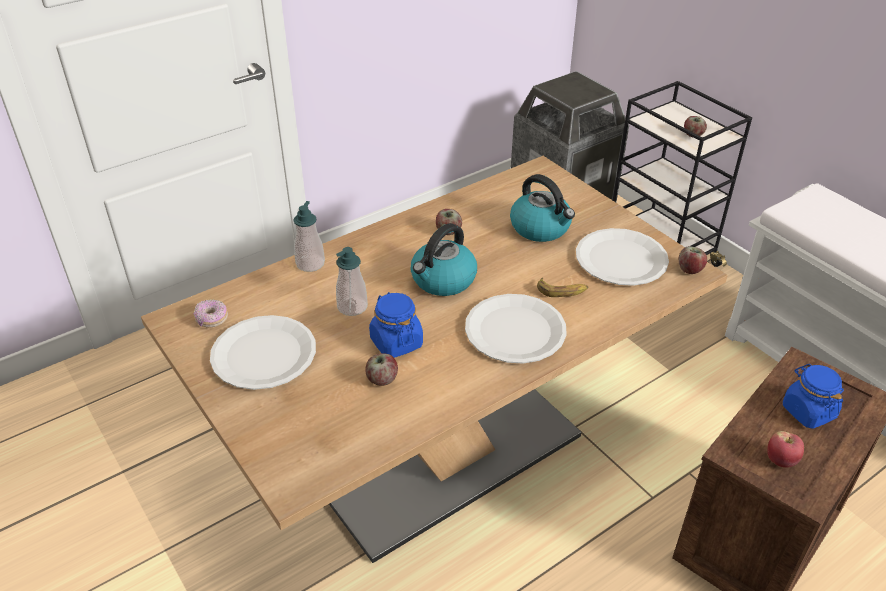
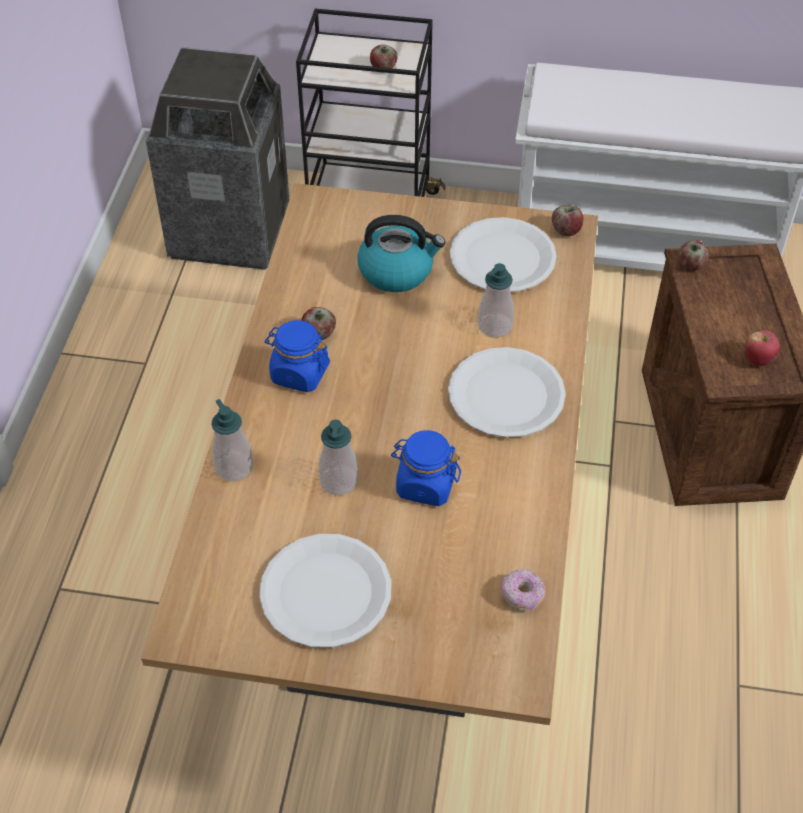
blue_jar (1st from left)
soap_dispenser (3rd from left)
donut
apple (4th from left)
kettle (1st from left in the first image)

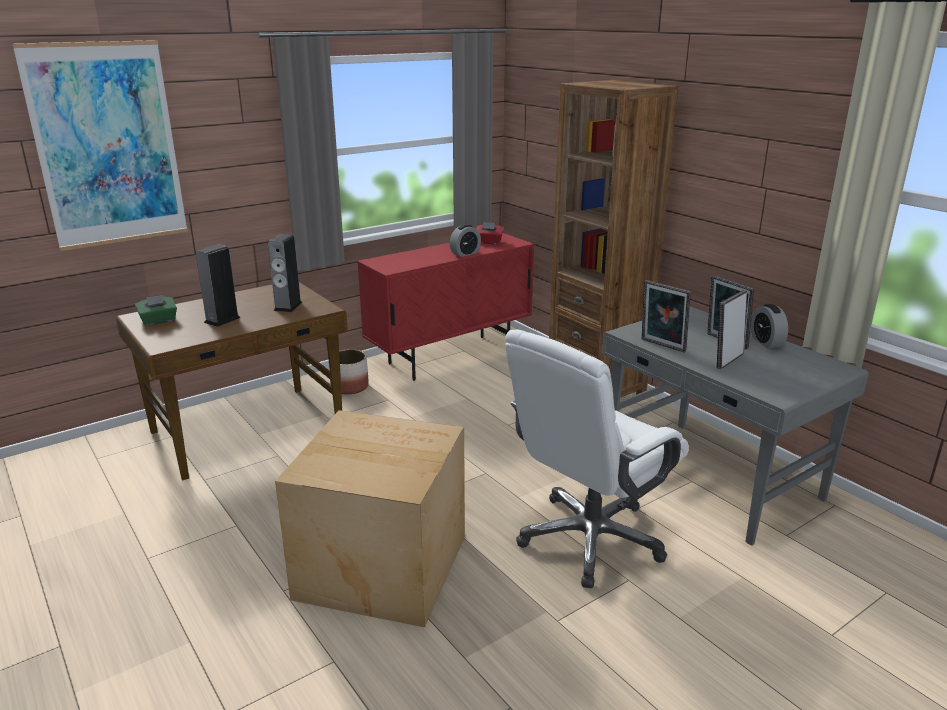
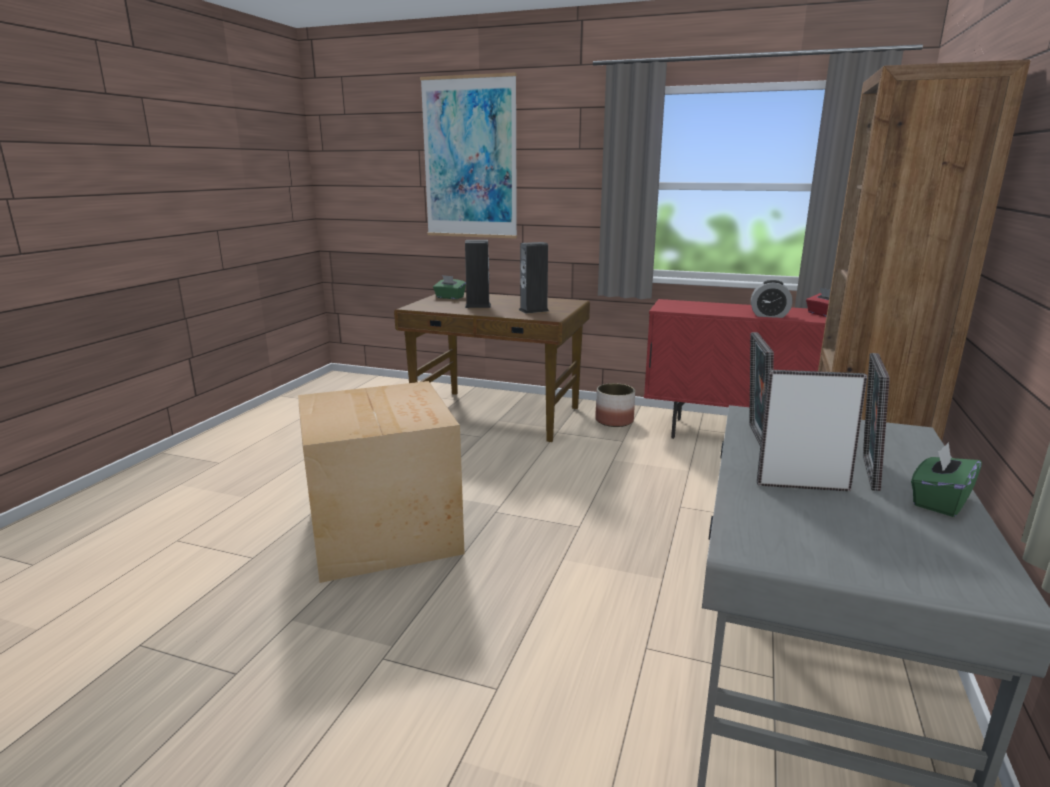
green_tissue_box (2nd from left)
white_office_chair

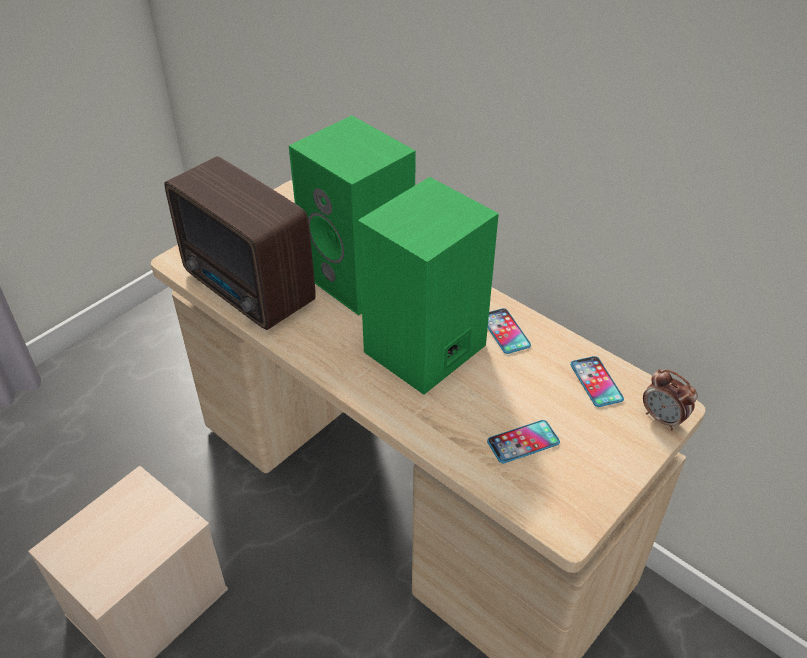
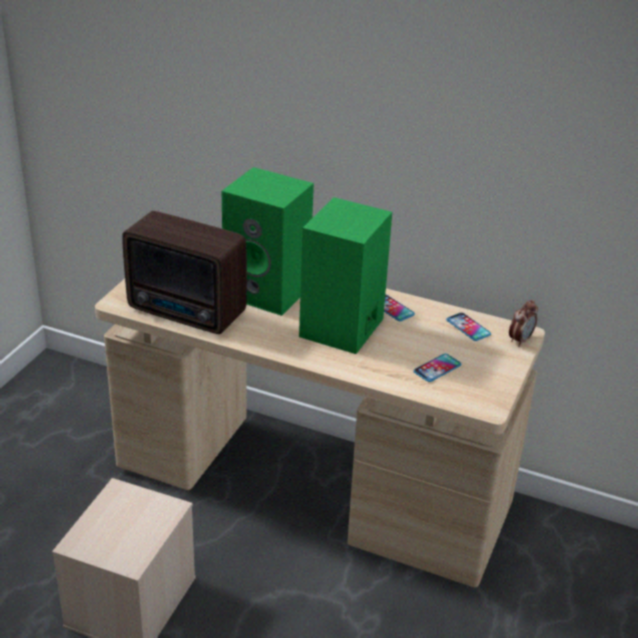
alarm_clock

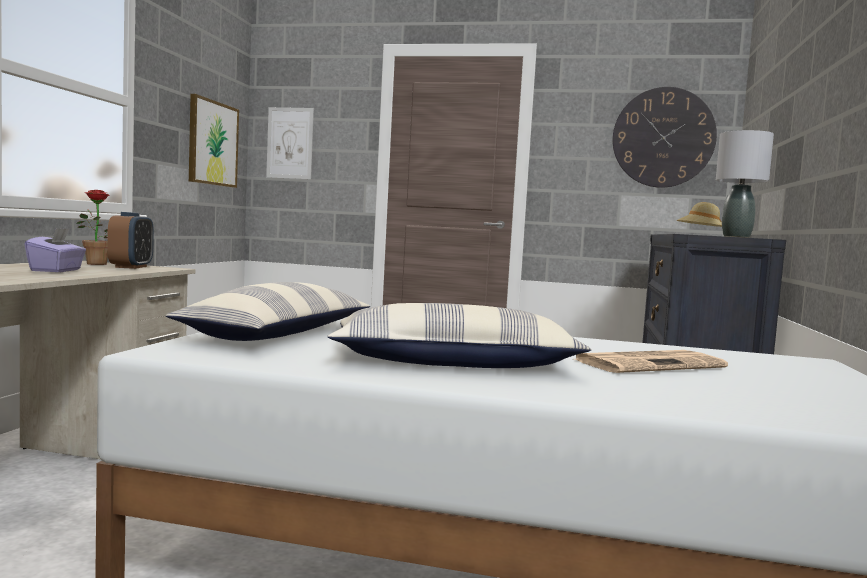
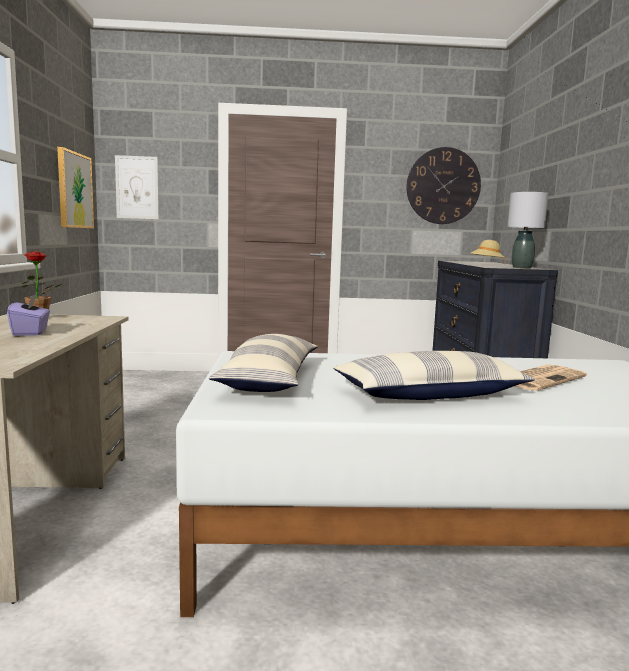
alarm_clock

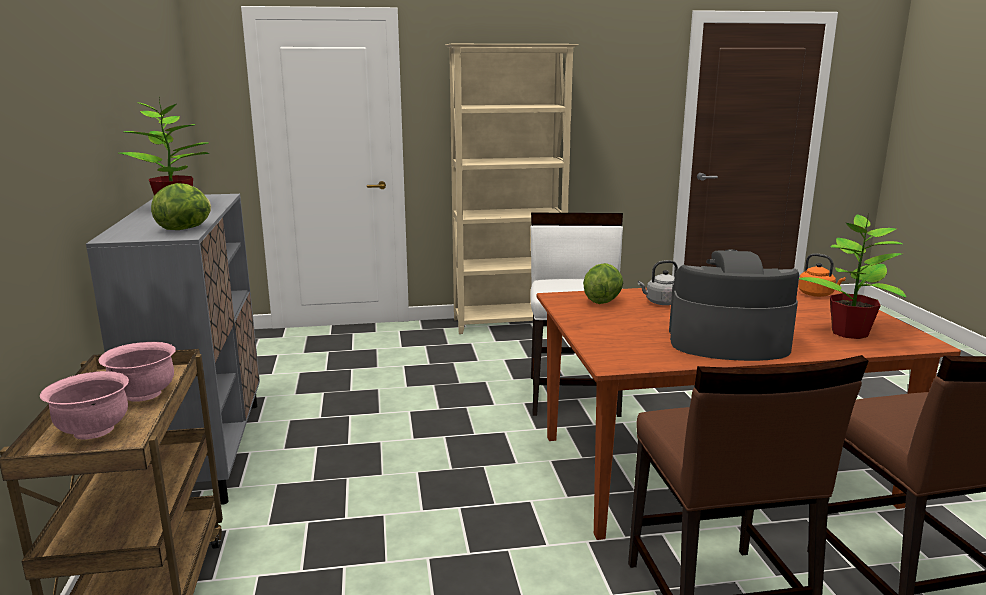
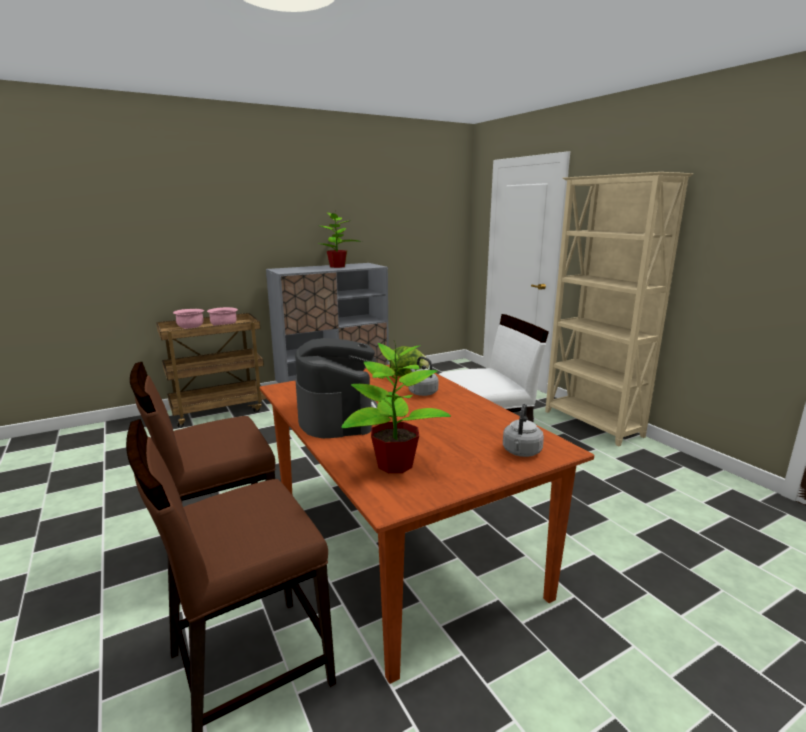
grey_kettle (2nd from left)
lettuce (1st from left in the first image)

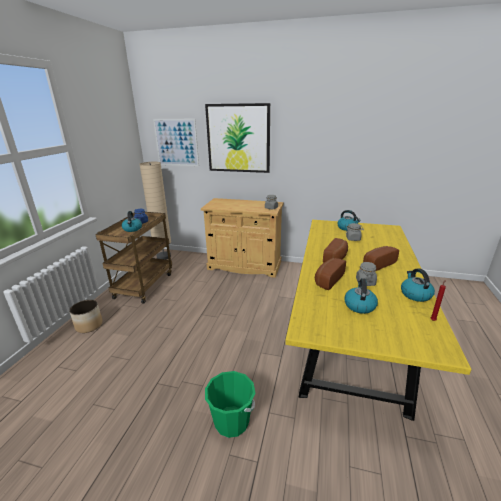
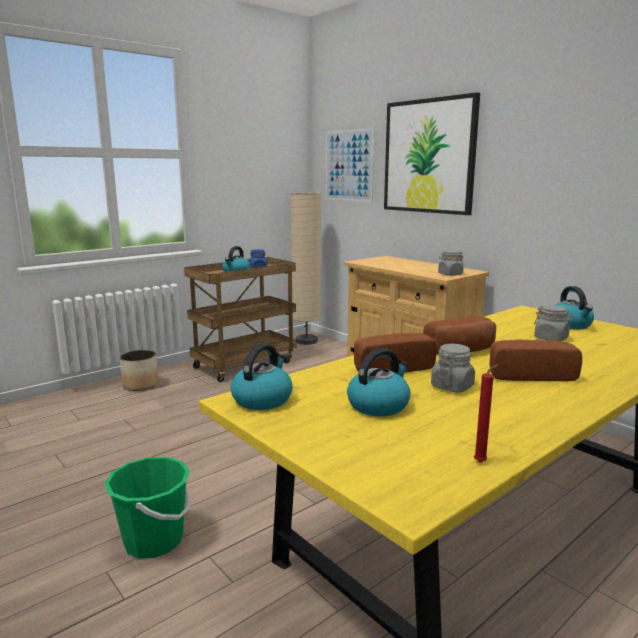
kettle (2nd from left)

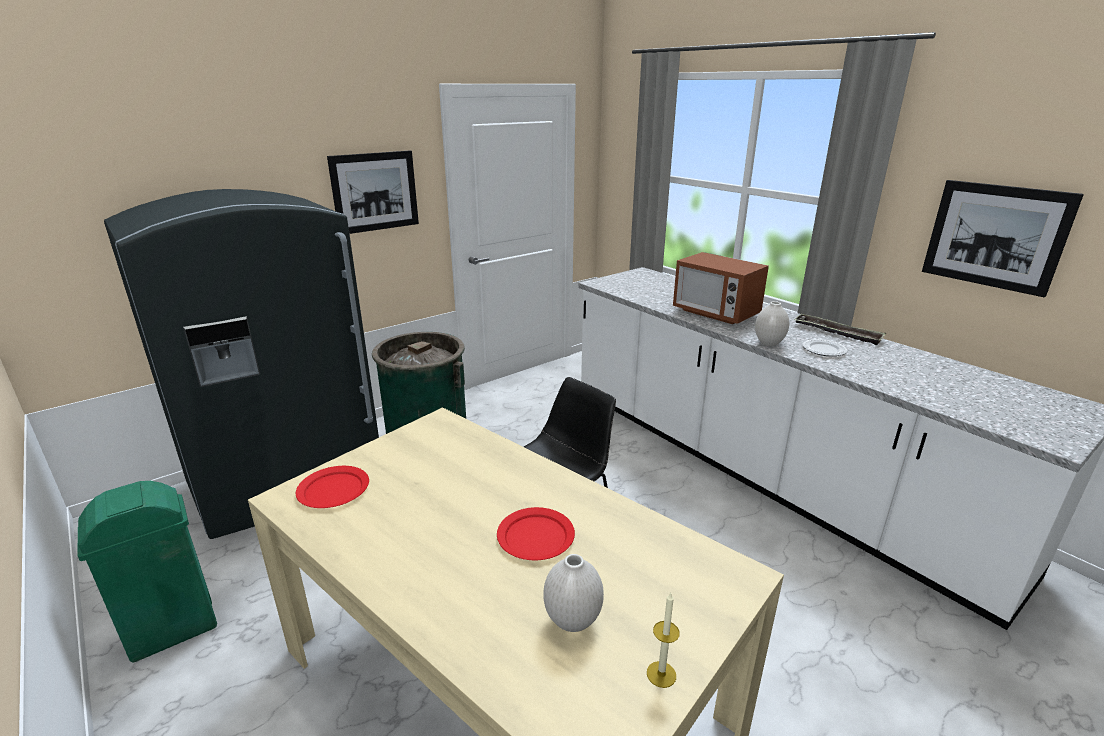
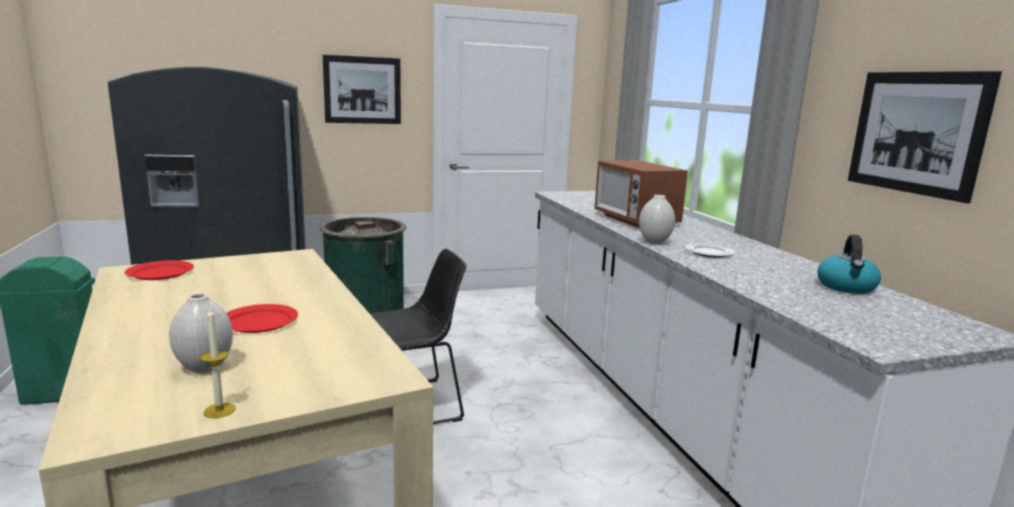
kettle
tray

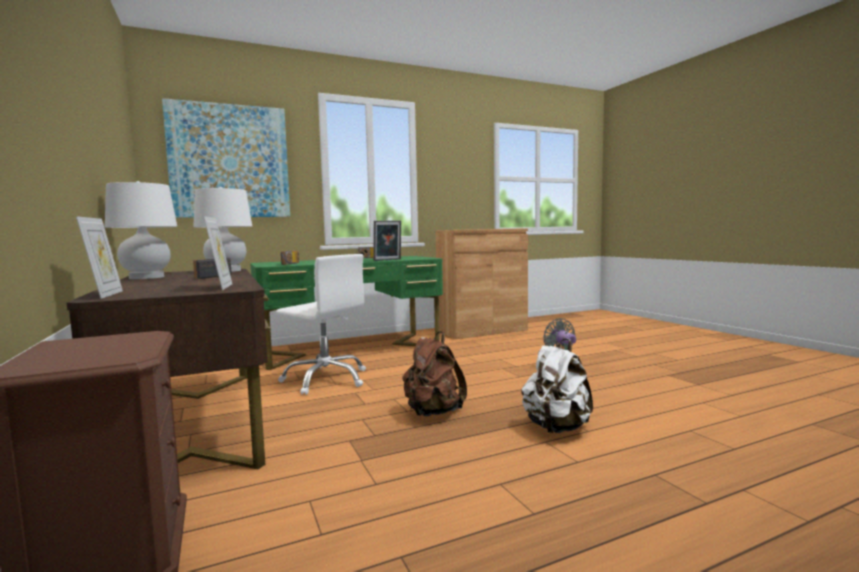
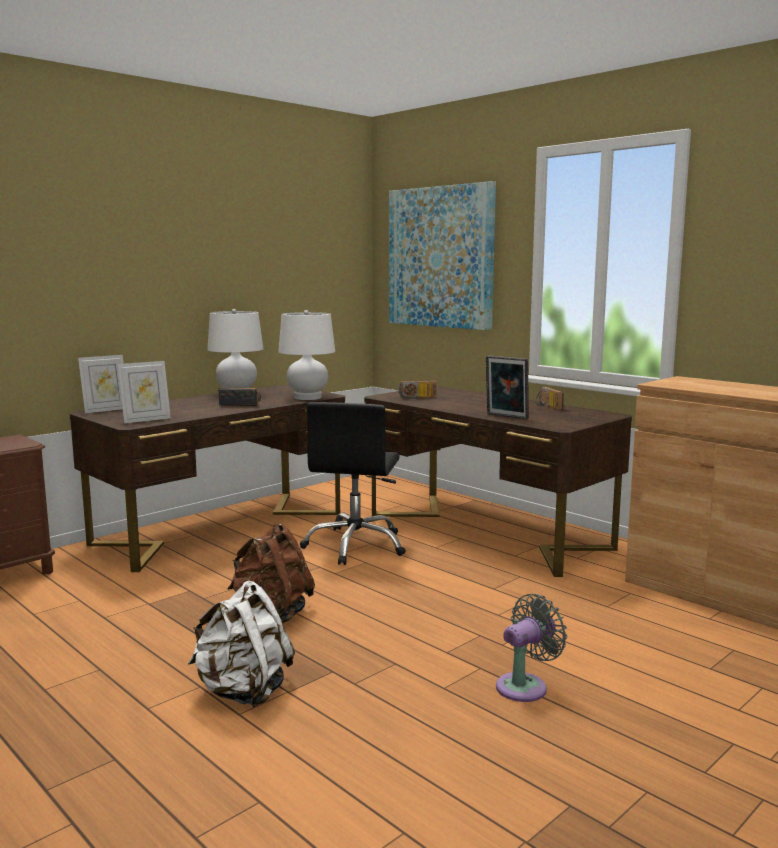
black_office_chair
brown_desk (2nd from left)

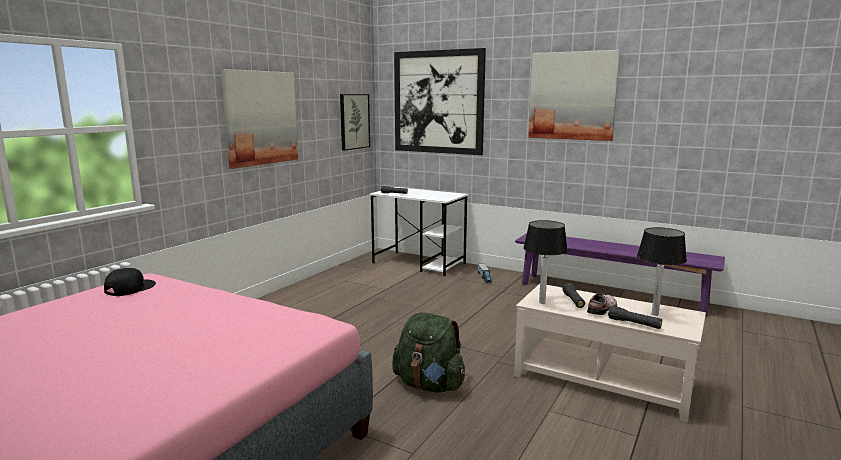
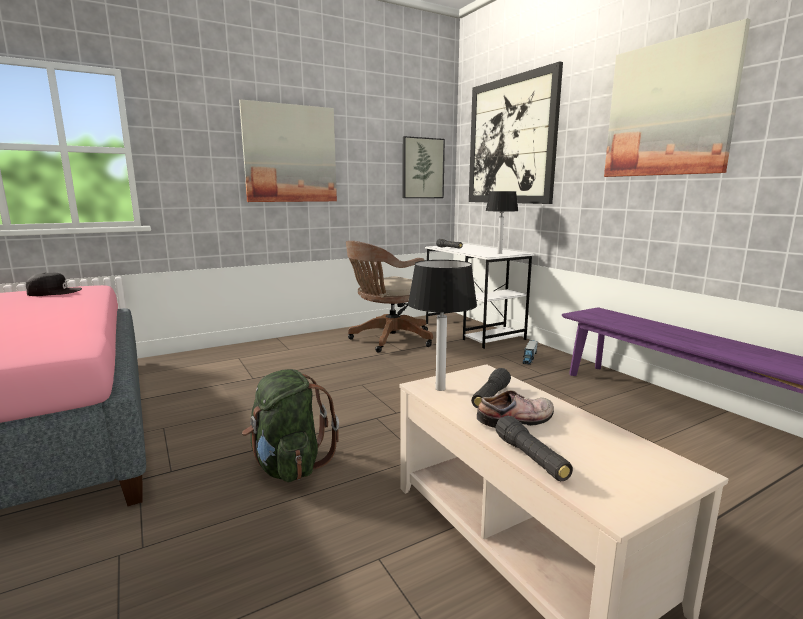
brown_office_chair
table_lamp (2nd from left)

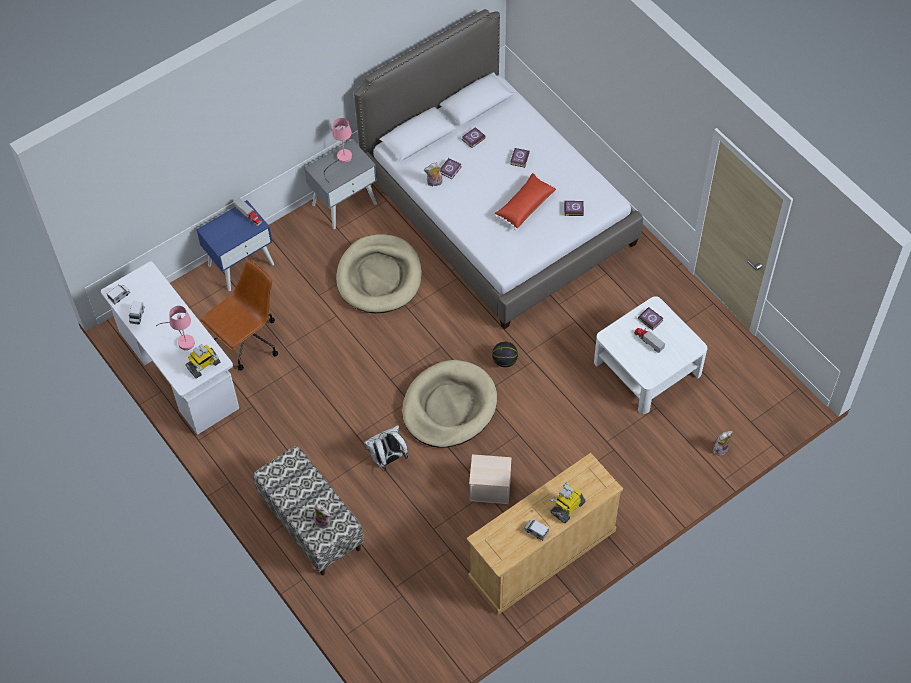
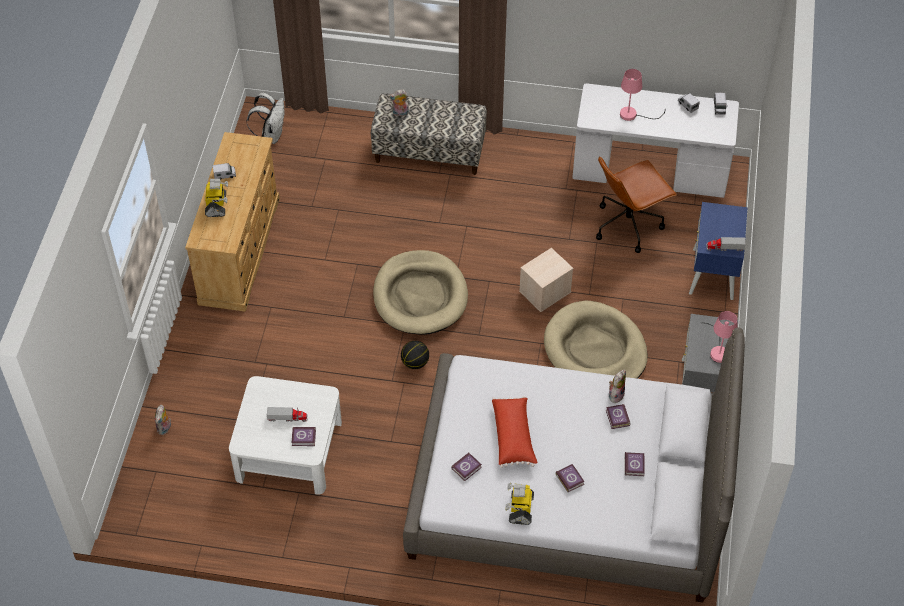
white_backpack
toy_robot (2nd from left)
beige_storage_box
brown_office_chair

